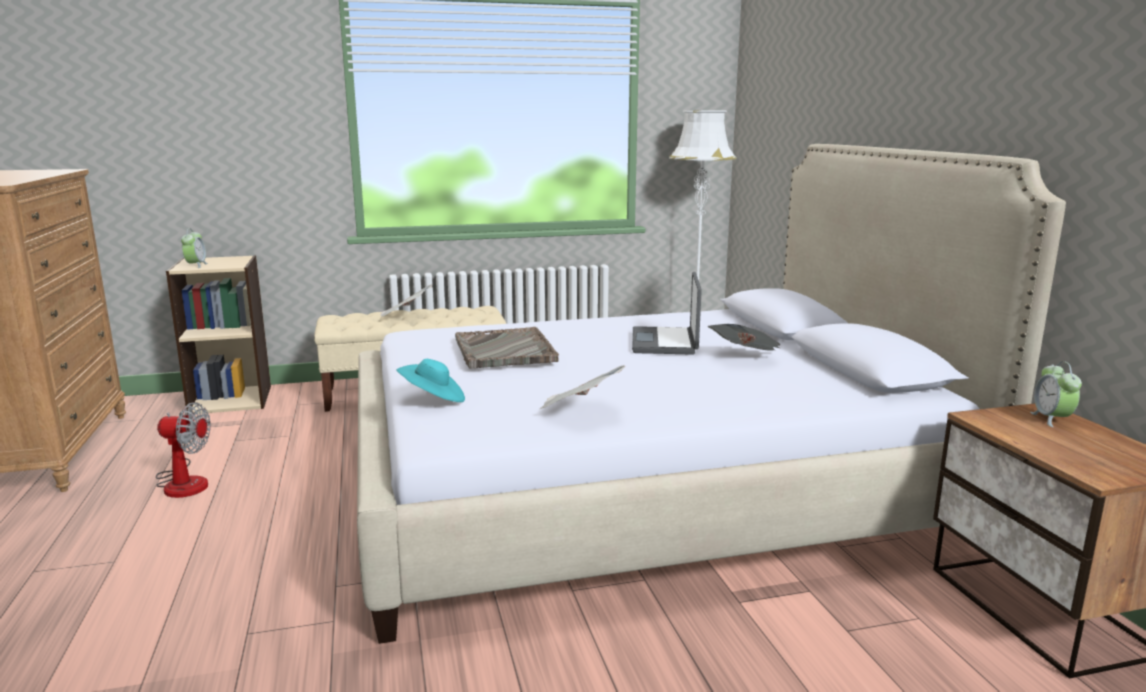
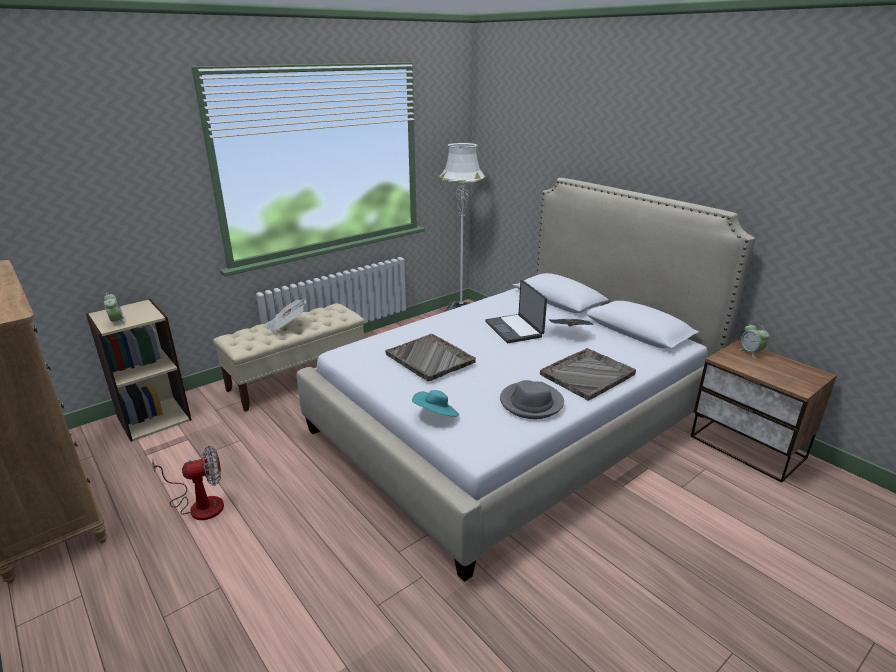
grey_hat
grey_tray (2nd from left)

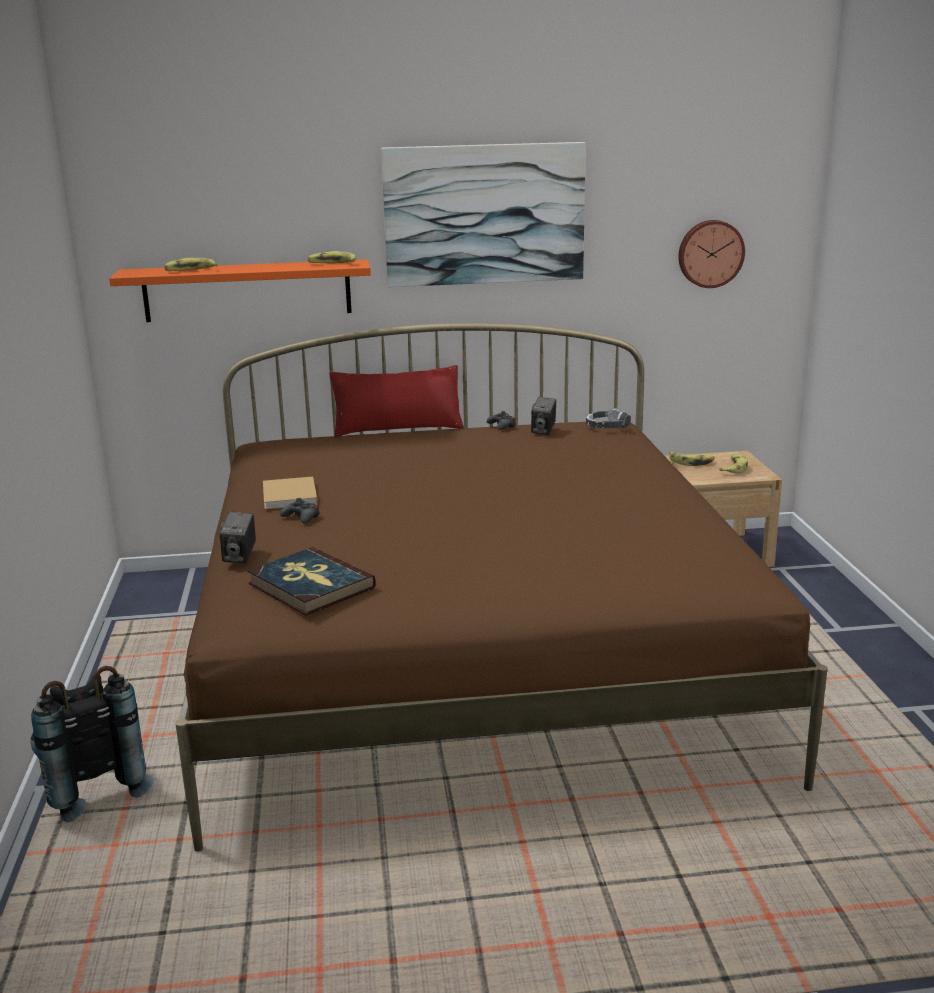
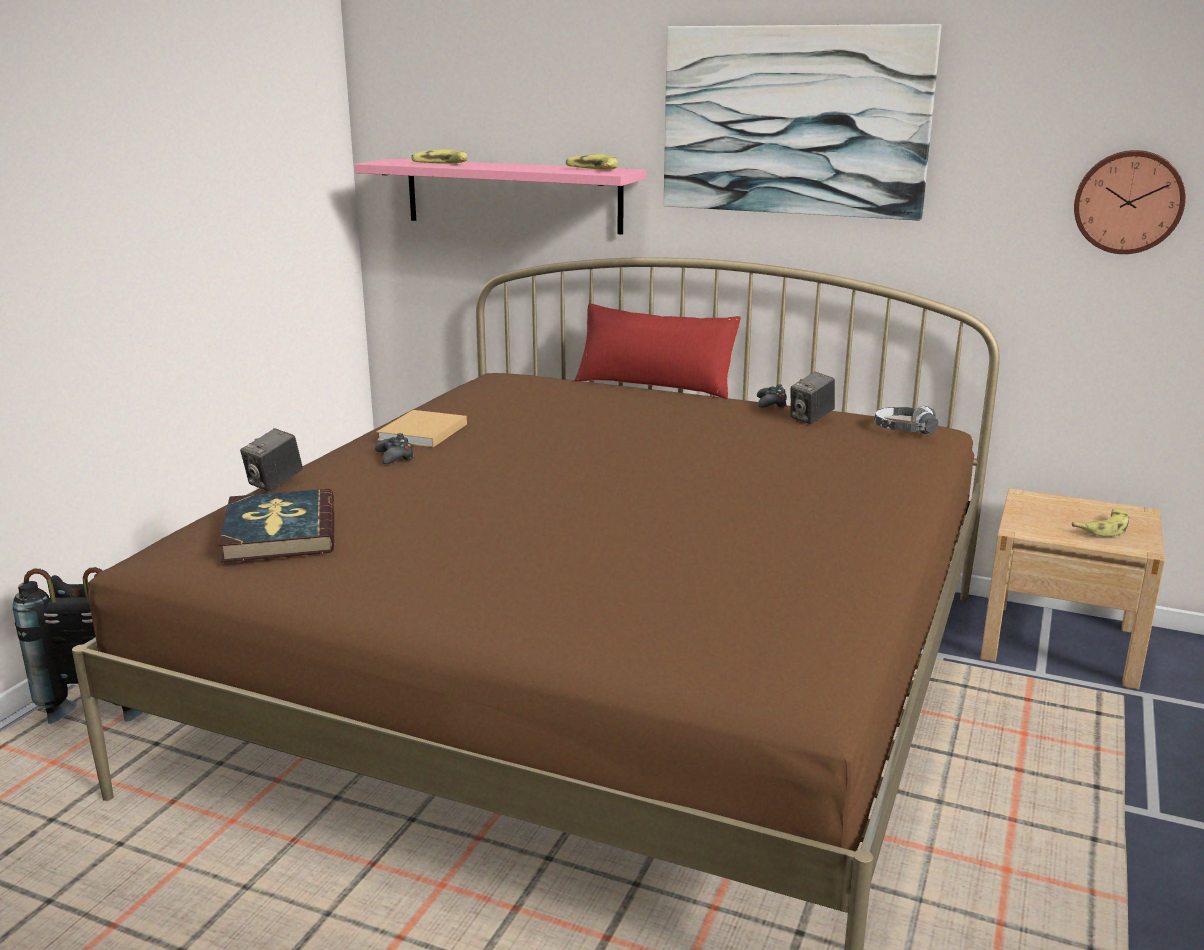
pink_shelf
banana (3rd from left in the first image)

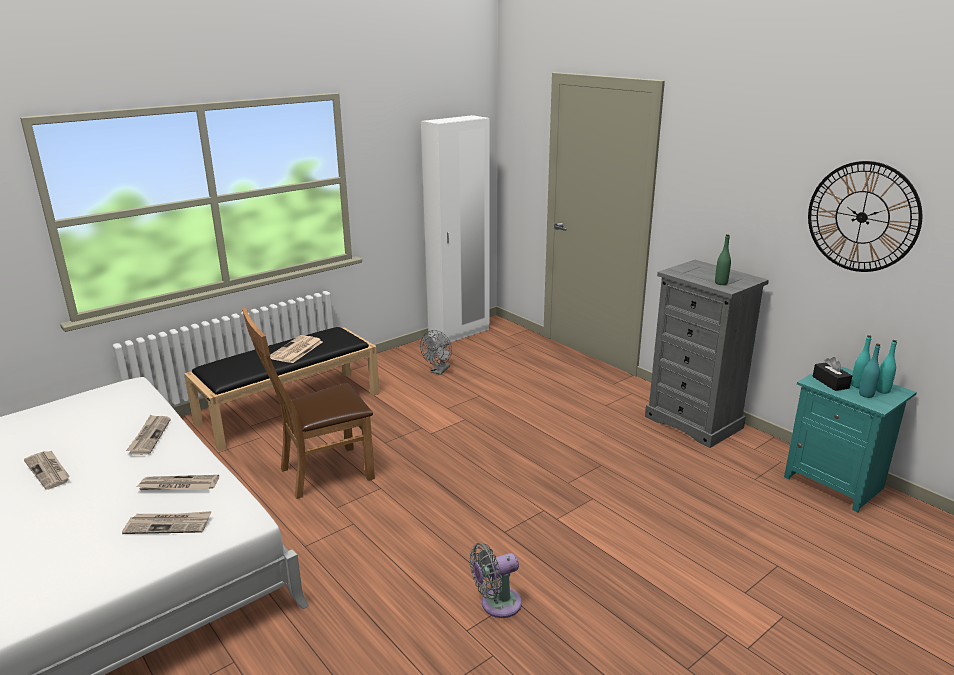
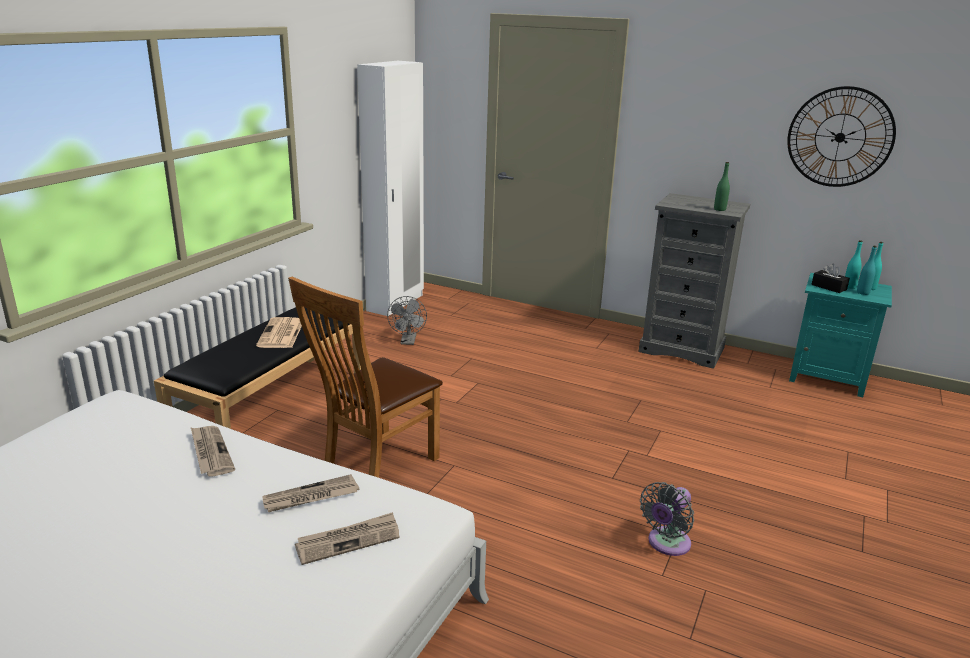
newspaper (1st from left in the first image)

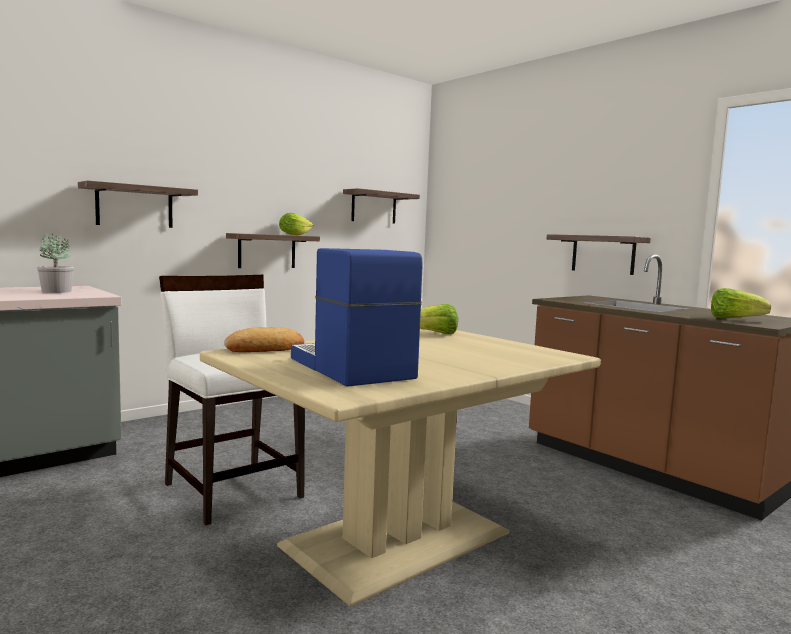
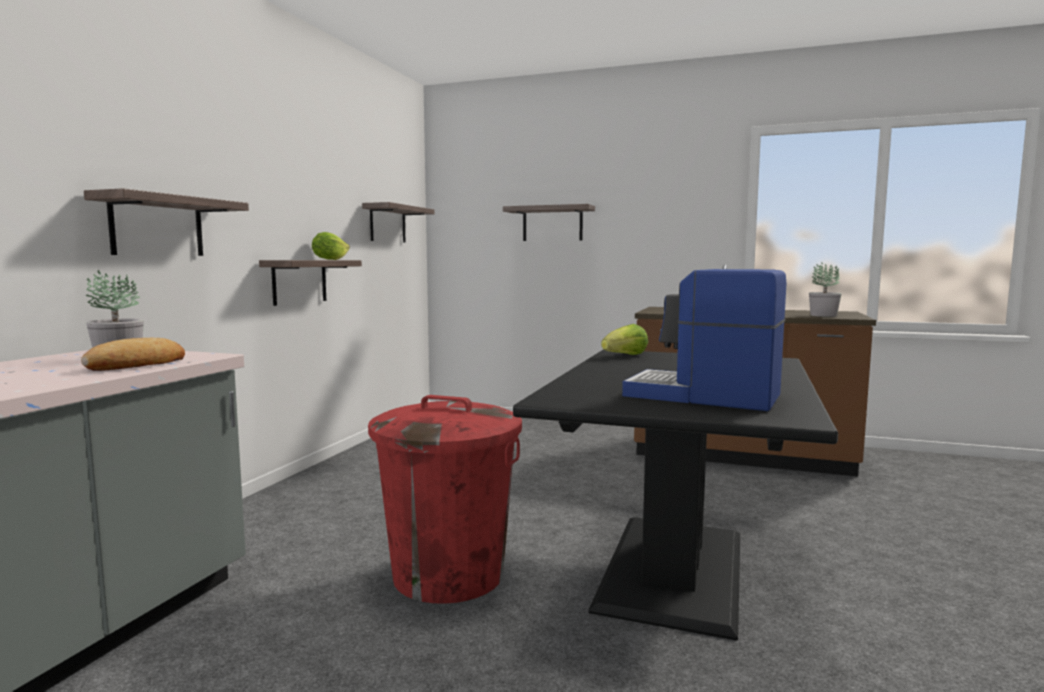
bread
red_trash_can
shelf (4th from left)
black_dining_table
potted_plant (2nd from left)

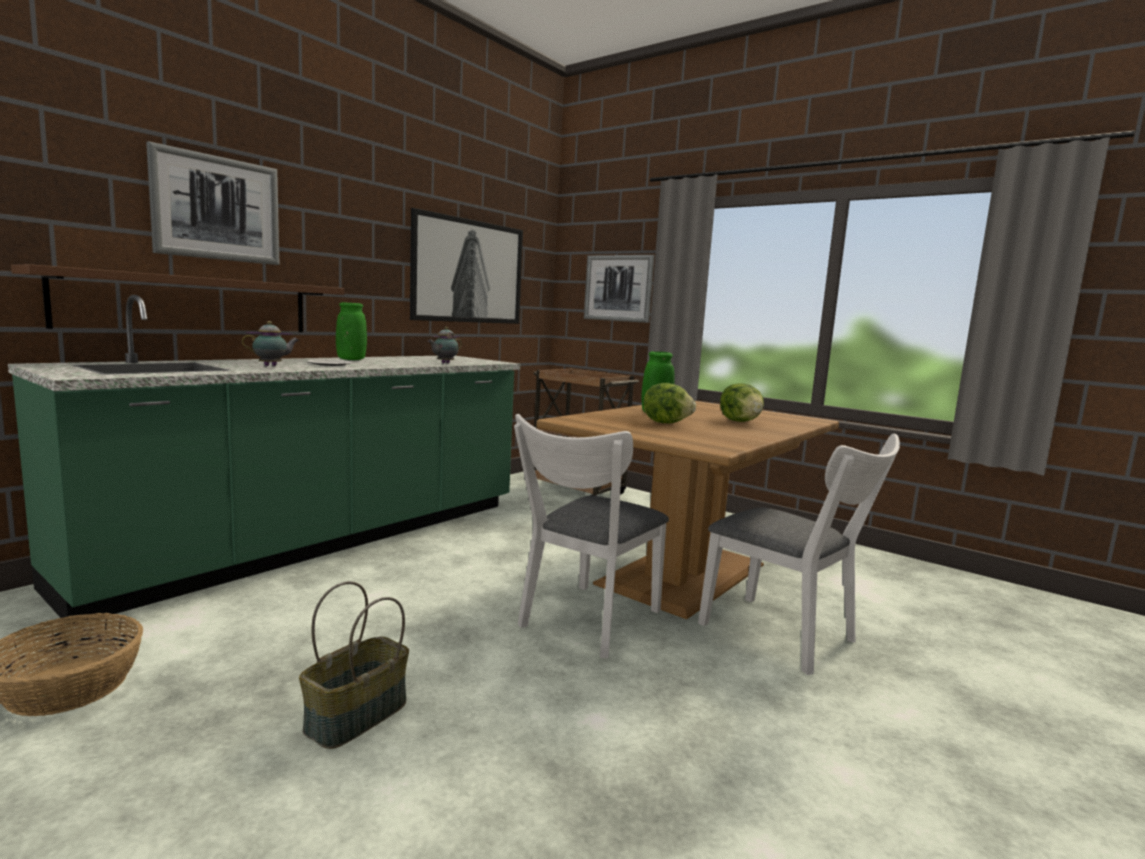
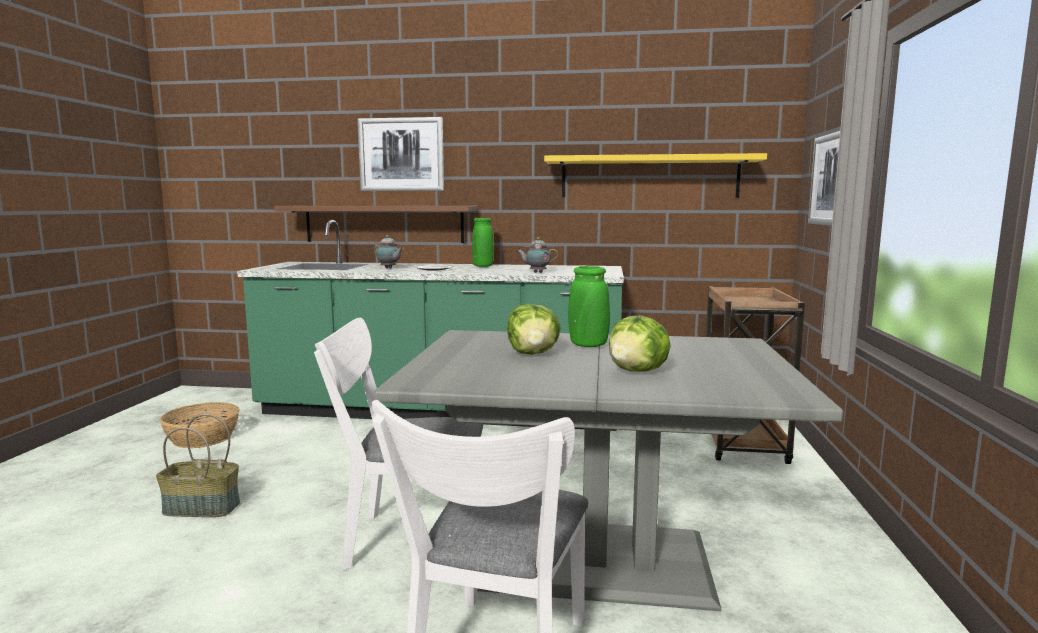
grey_dining_table
yellow_shelf

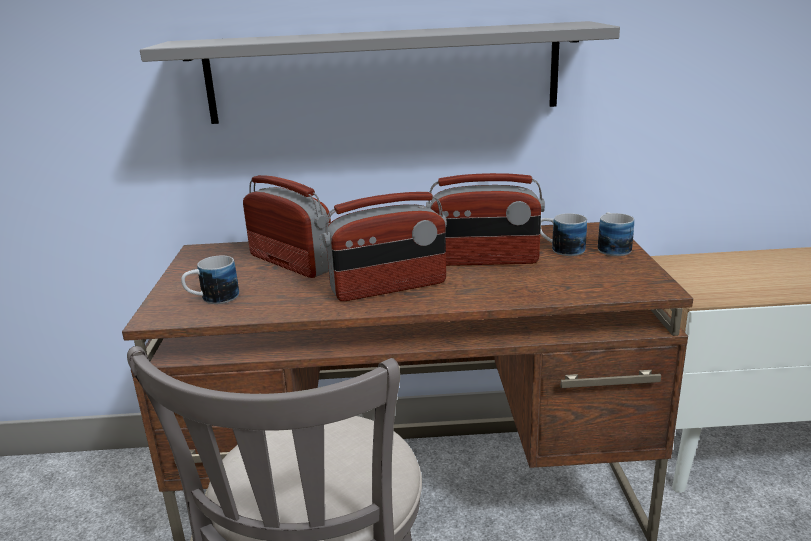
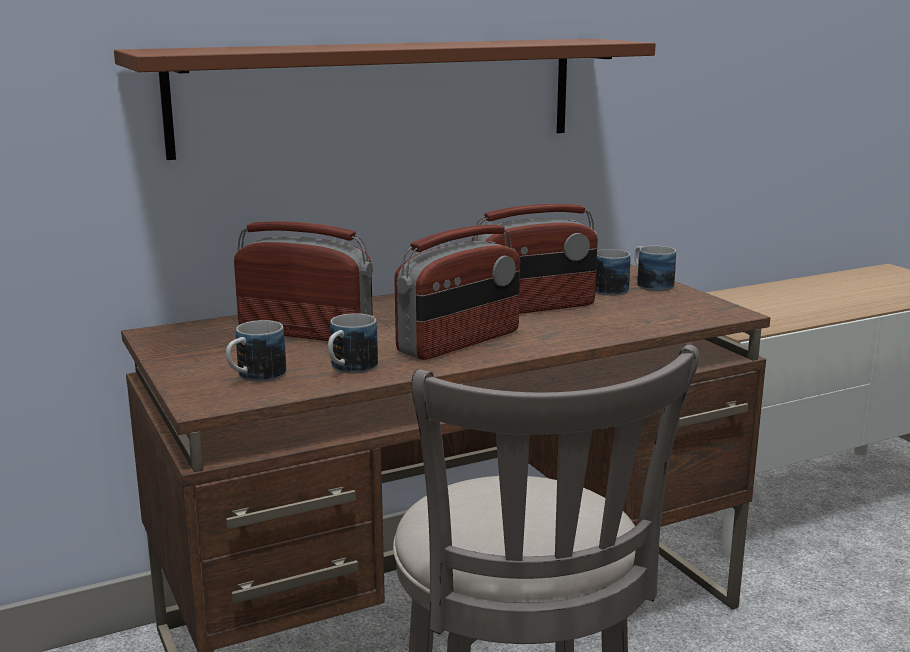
brown_shelf
mug (2nd from left)

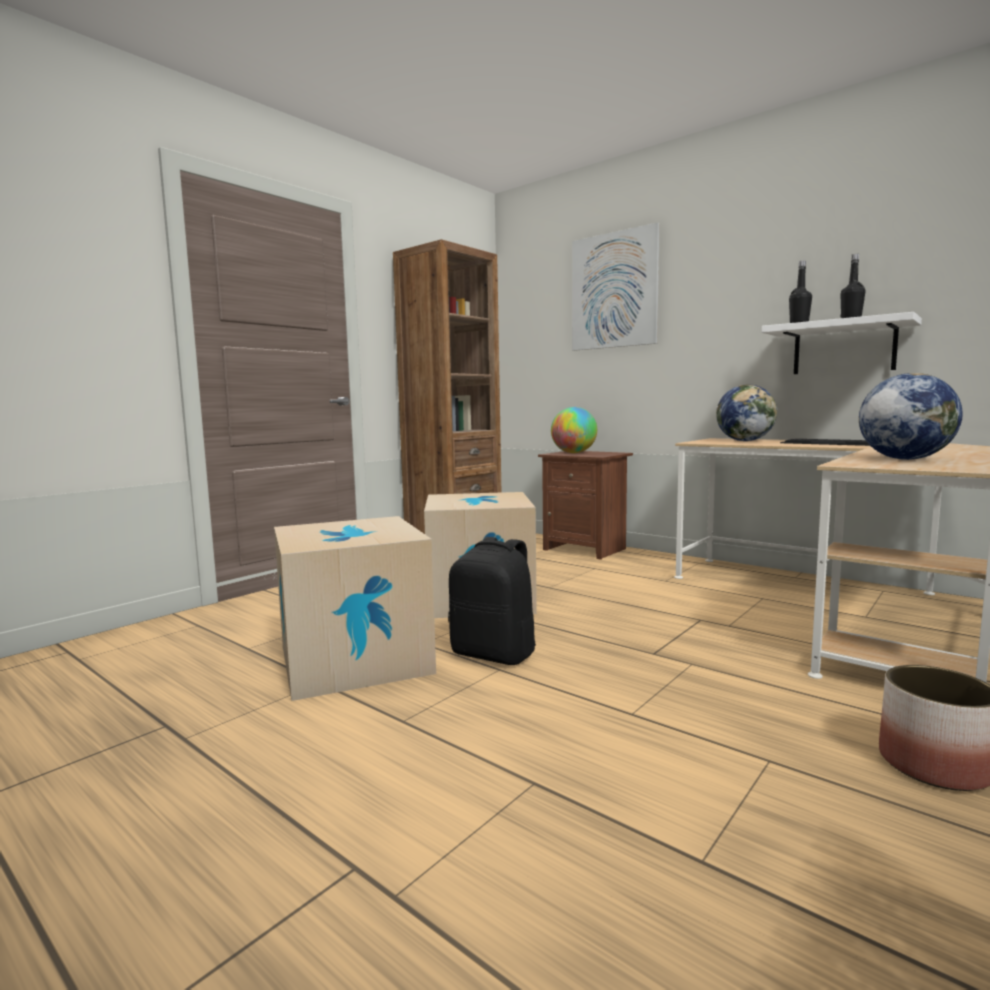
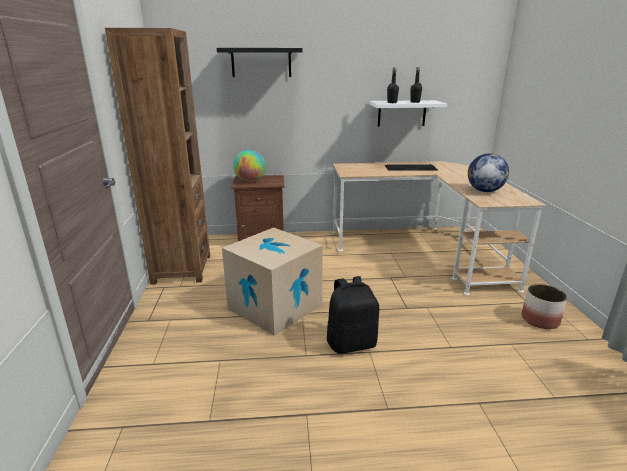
black_shelf
cardboard_box (1st from left in the first image)
globe (2nd from left in the first image)

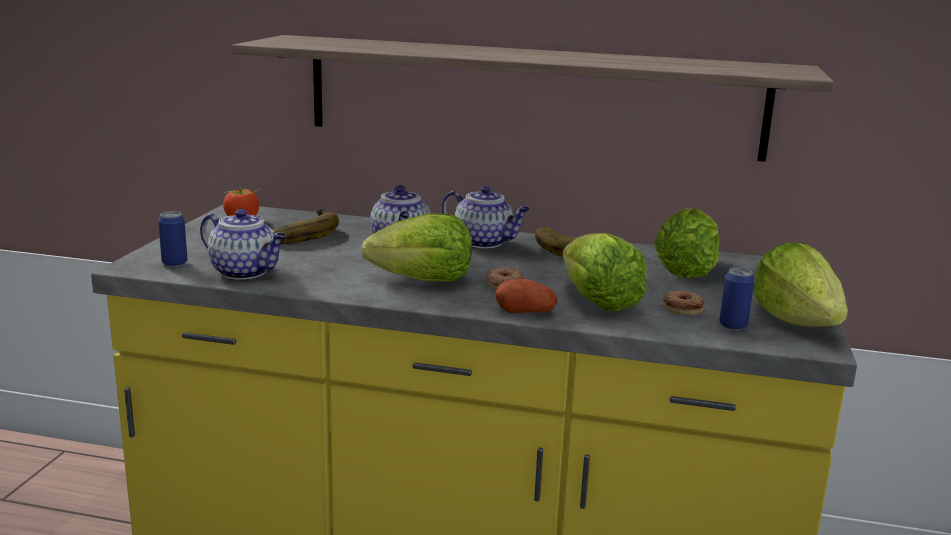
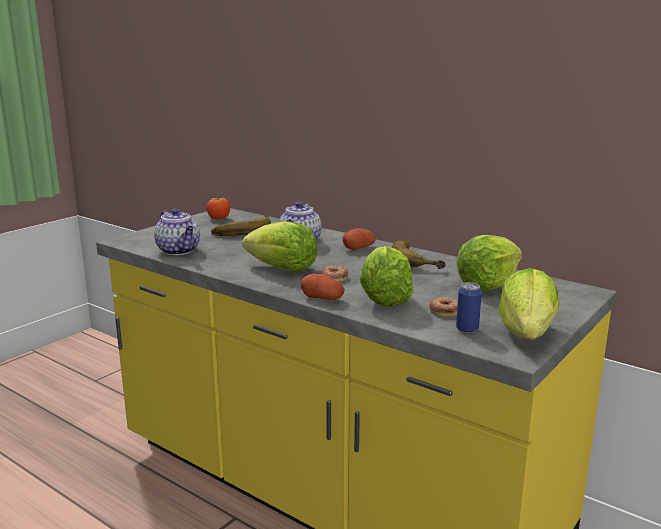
potato (2nd from left)
can (1st from left in the first image)
shelf

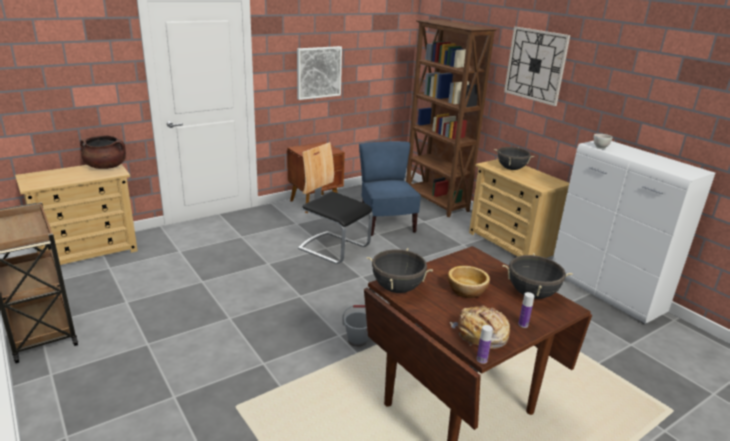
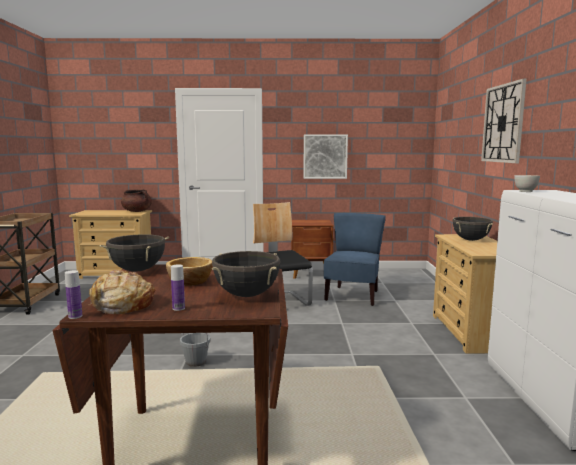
brown_bookcase

